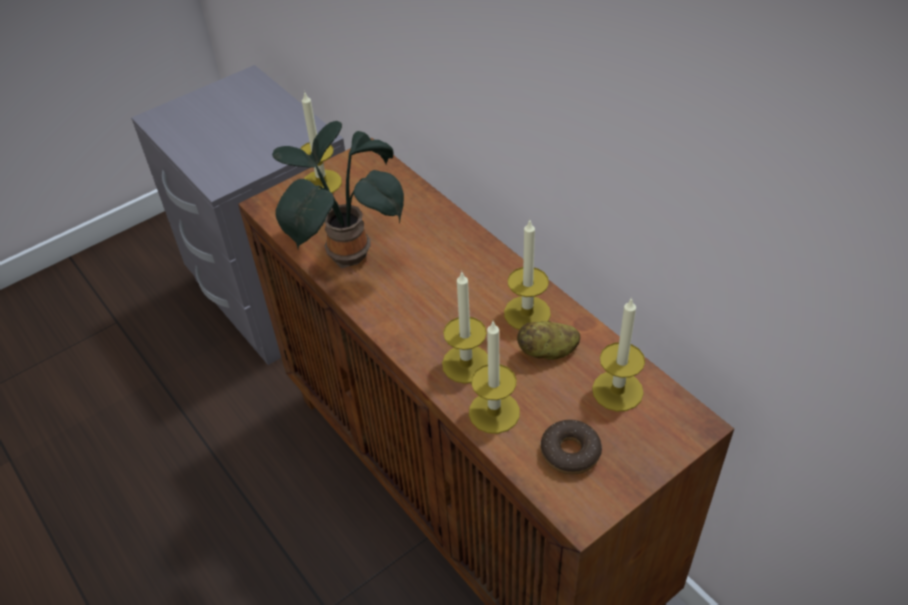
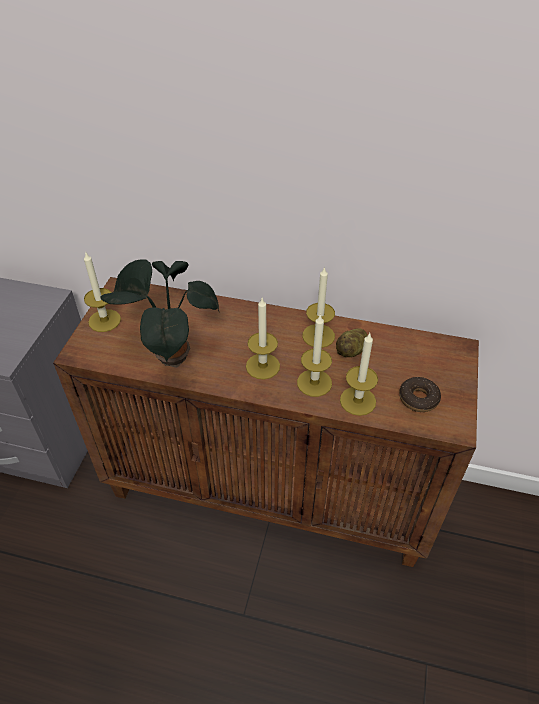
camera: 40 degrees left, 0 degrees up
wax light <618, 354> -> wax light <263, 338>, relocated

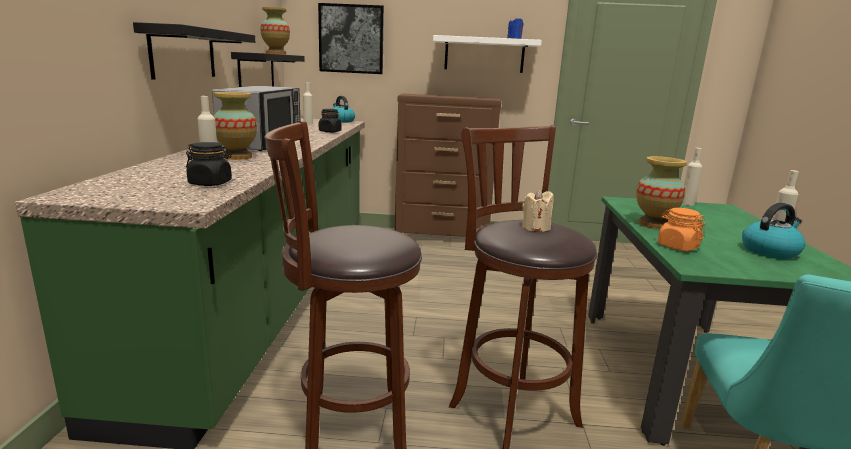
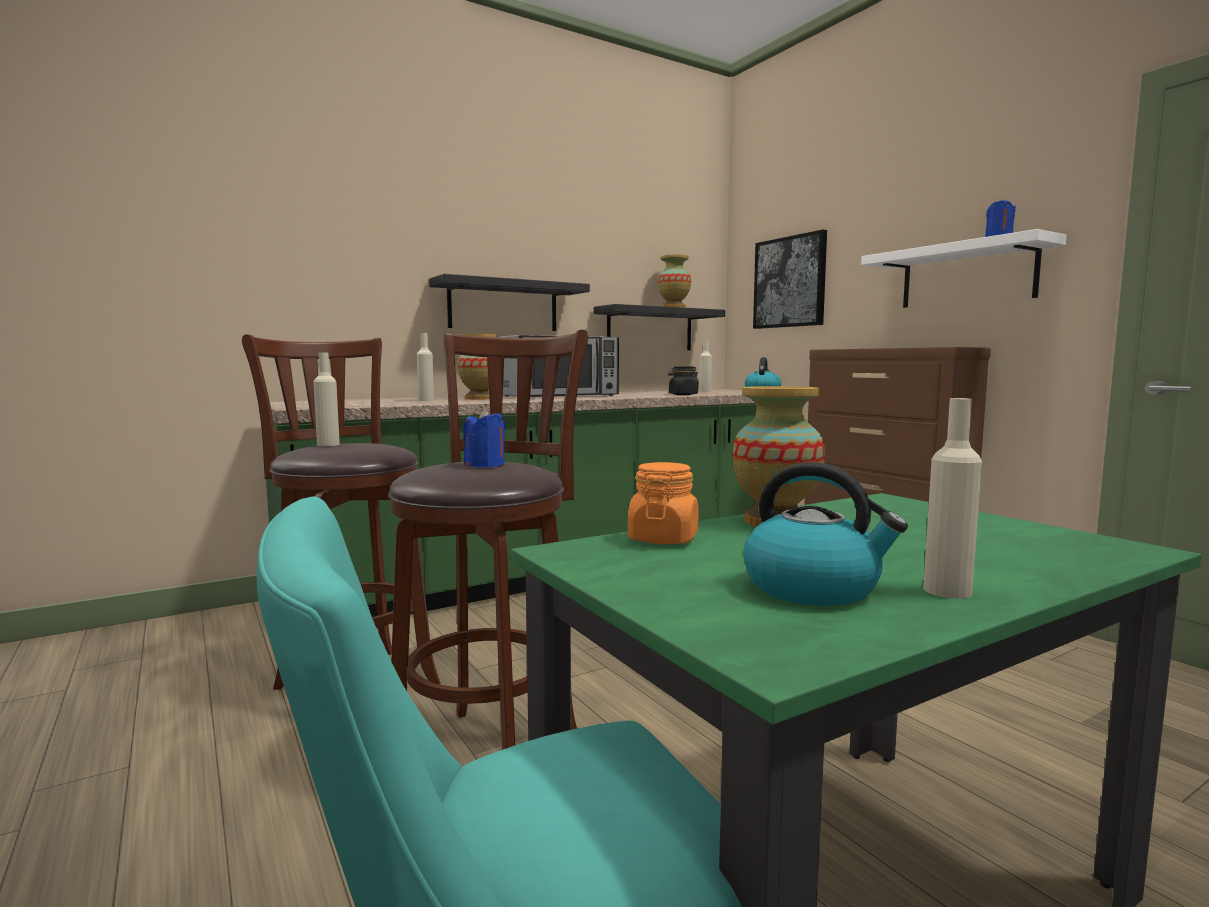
camera: 55 degrees right, 10 degrees down
beige drink bottle <692, 177> -> beige drink bottle <327, 399>, relocated
beige wax light <538, 210> -> blue-coloured wax light <484, 438>
black jar <209, 164> -> none

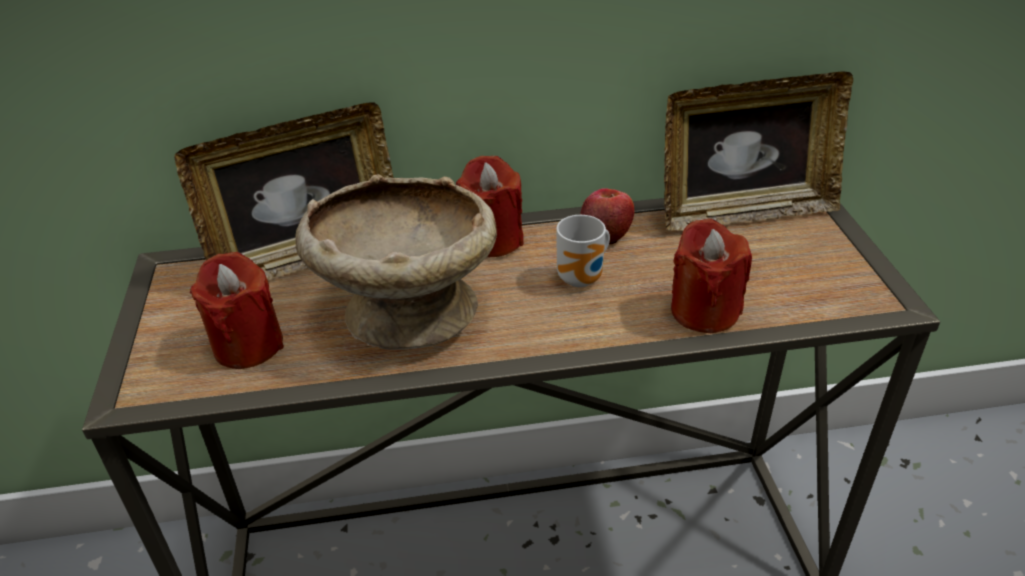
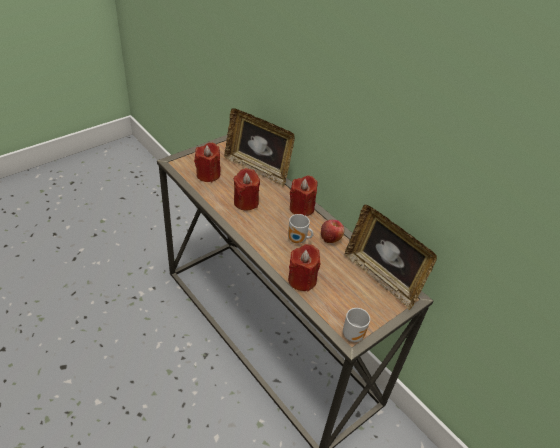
camera: 55 degrees right, 5 degrees up
beige serving bowl <396, 262> -> red-coloured wax light <246, 189>
none -> tea mug <356, 325>

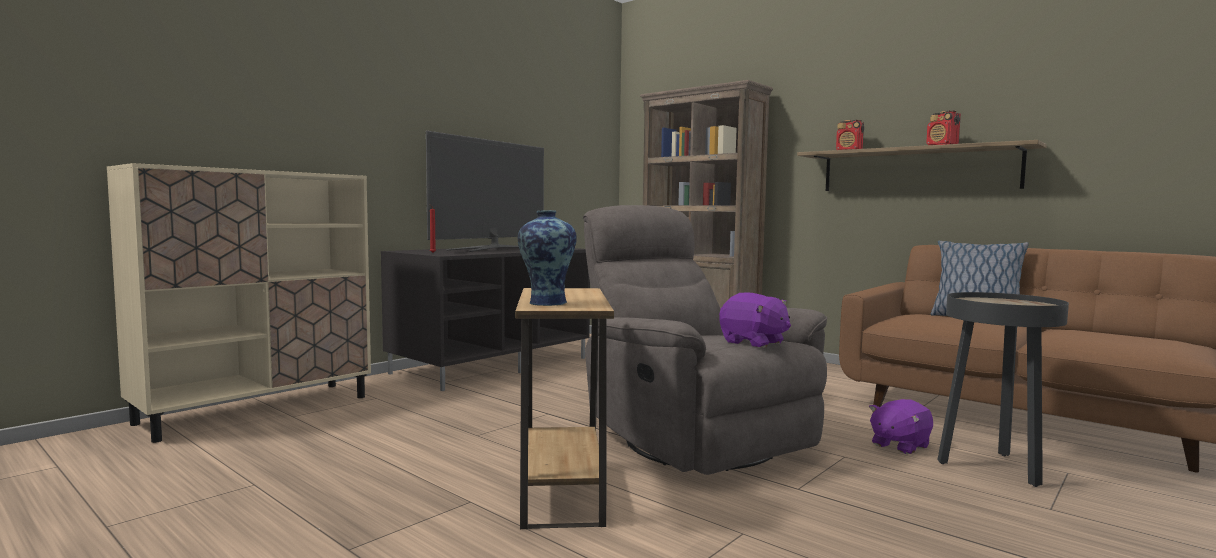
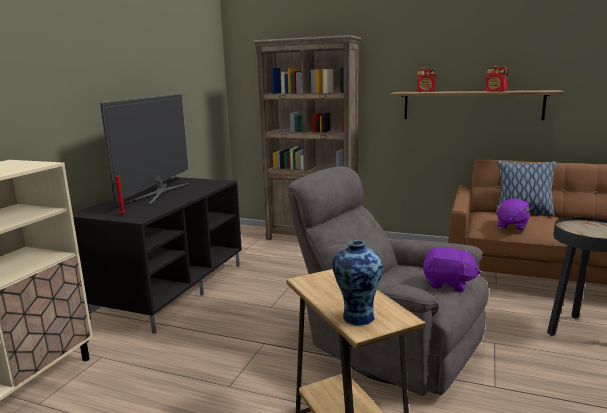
camera: 20 degrees left, 10 degrees up
purplish cuddly toy <901, 426> -> purplish cuddly toy <513, 214>, relocated

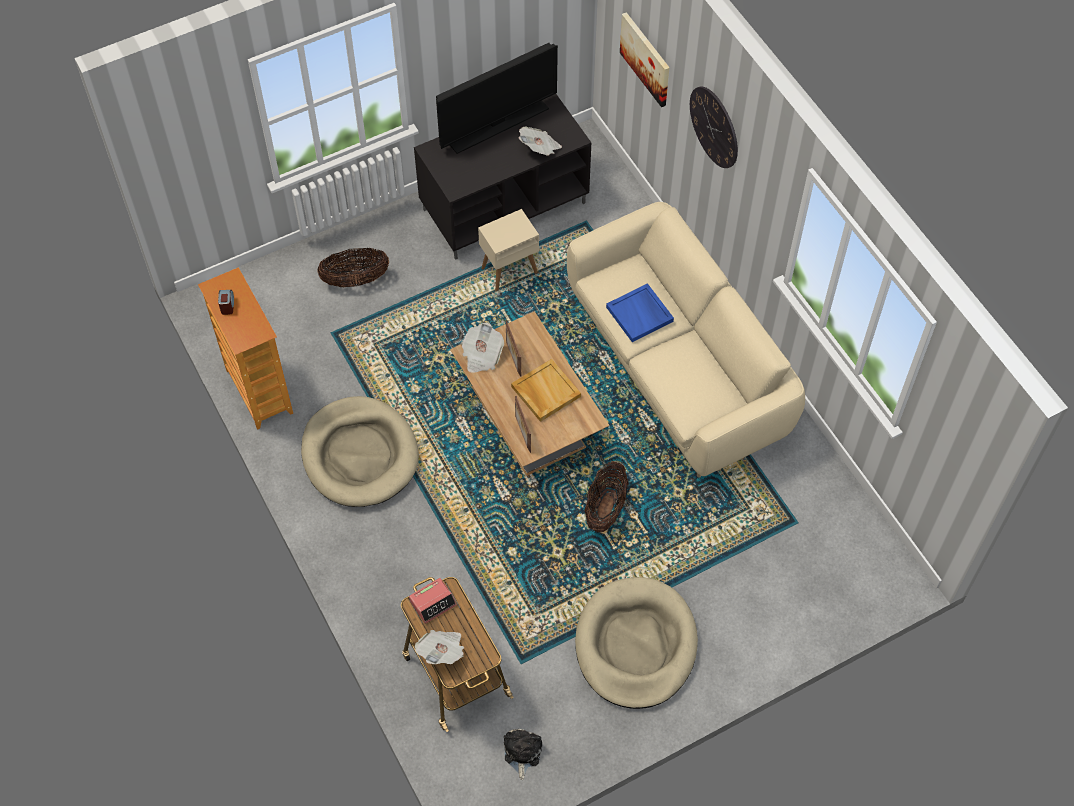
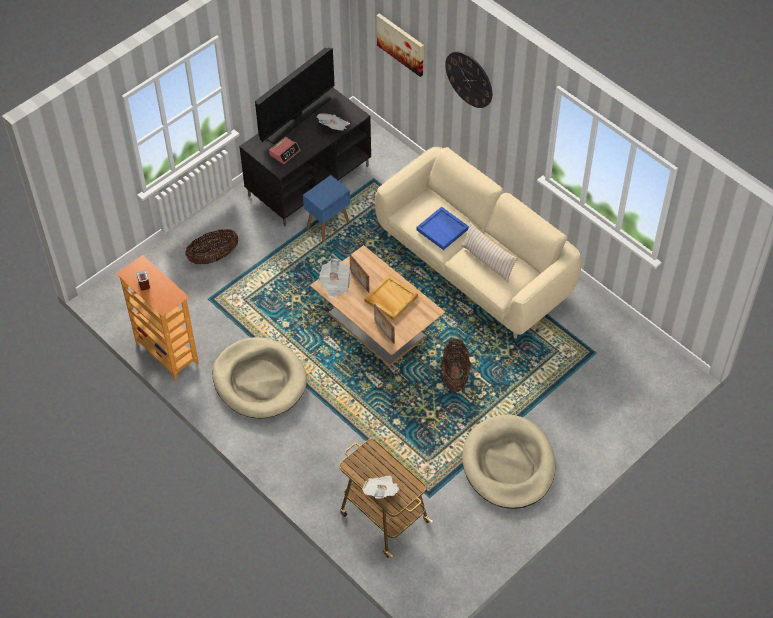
camera: 15 degrees left, 5 degrees down
bedside clock <433, 601> -> bedside clock <285, 150>, relocated
beige side table <508, 250> -> blue-coloured side table <326, 208>
none -> beige pillow <489, 252>
cuddly toy <523, 754> -> none

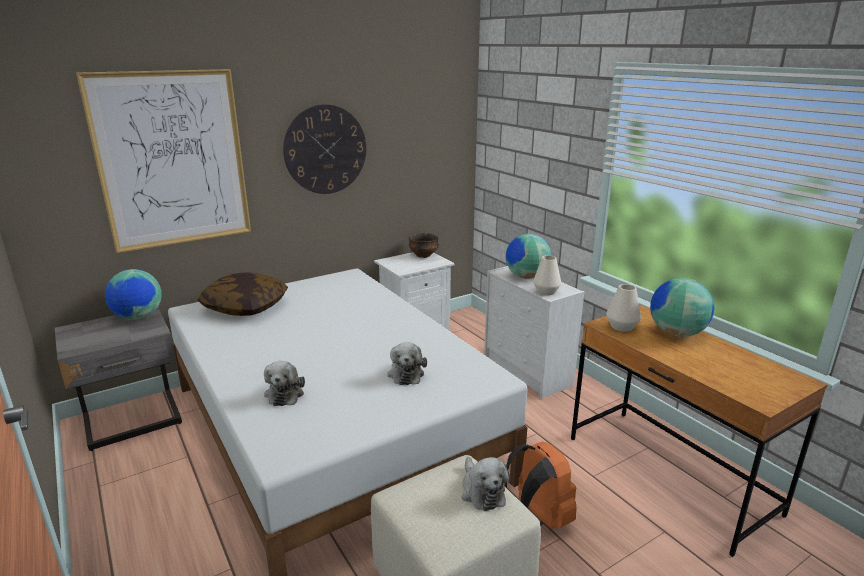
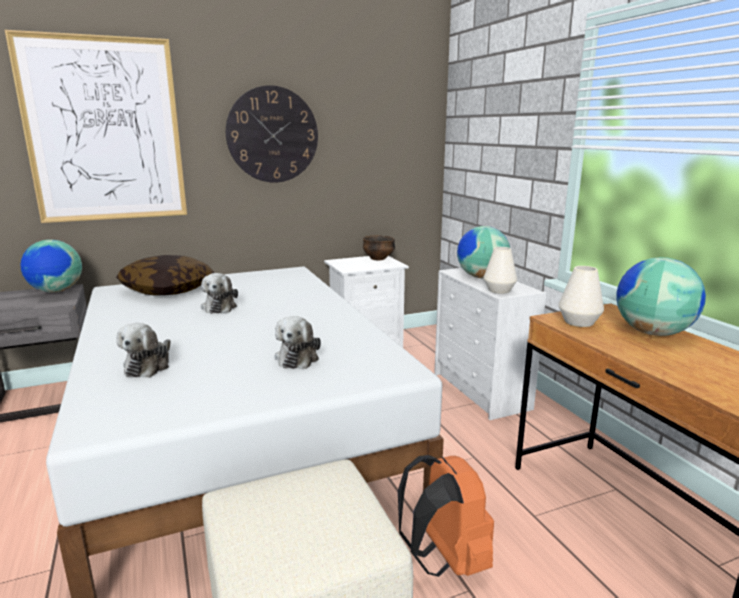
camera: 10 degrees right, 5 degrees down
cuddly toy <486, 484> -> cuddly toy <219, 293>, relocated

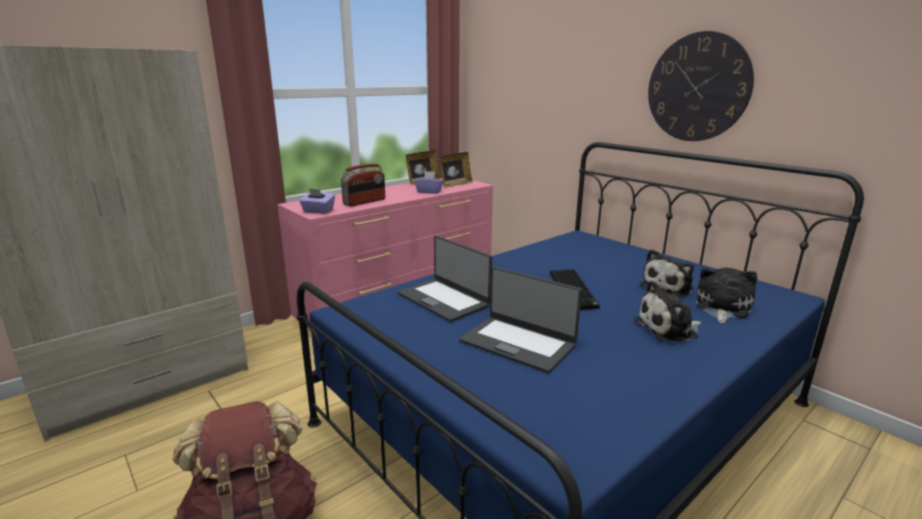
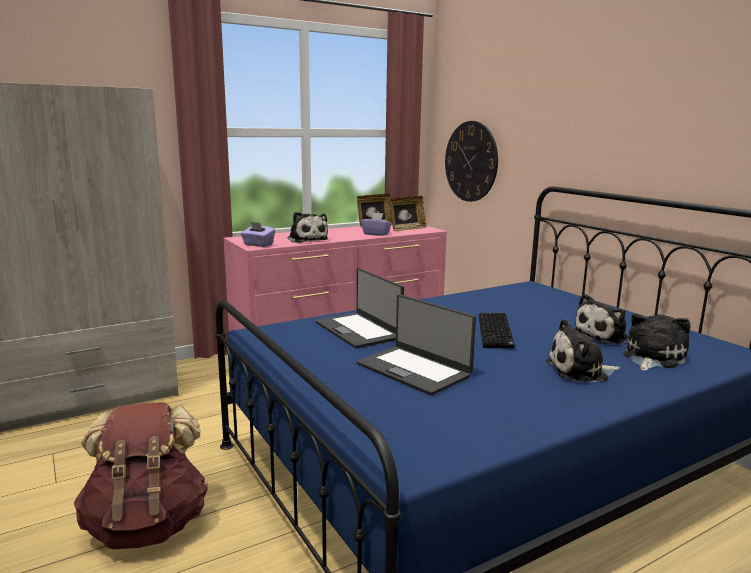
camera: 10 degrees right, 5 degrees down
radio <363, 185> -> cuddly toy <308, 227>
hanging clock <701, 86> -> hanging clock <471, 161>, relocated

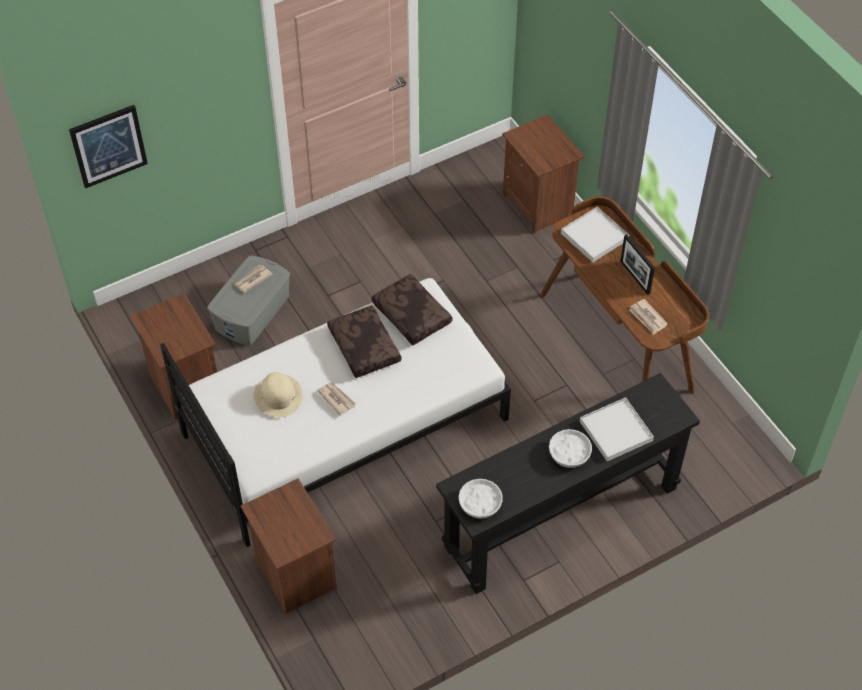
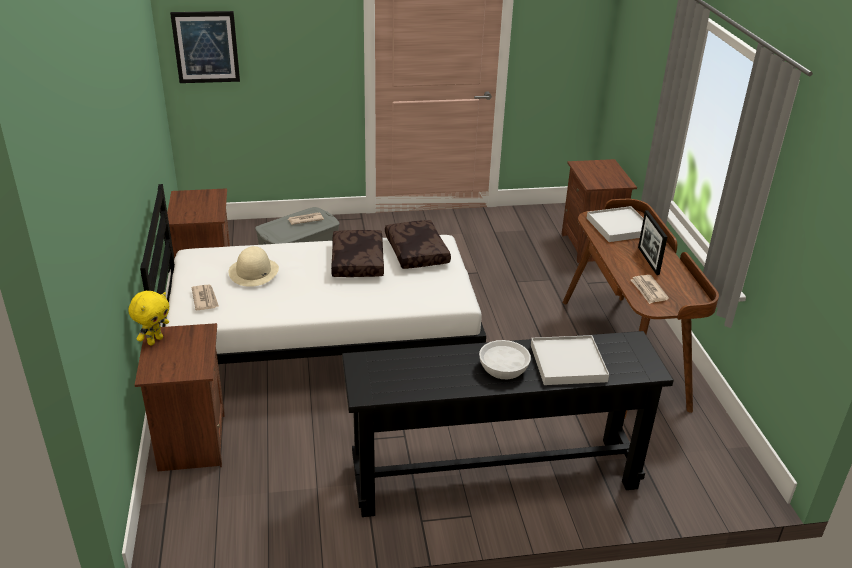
camera: 20 degrees right, 20 degrees down
none -> yellowish cuddly toy <149, 318>
printed paper <336, 399> -> printed paper <205, 298>, relocated
white-coloured serving bowl <481, 499> -> none

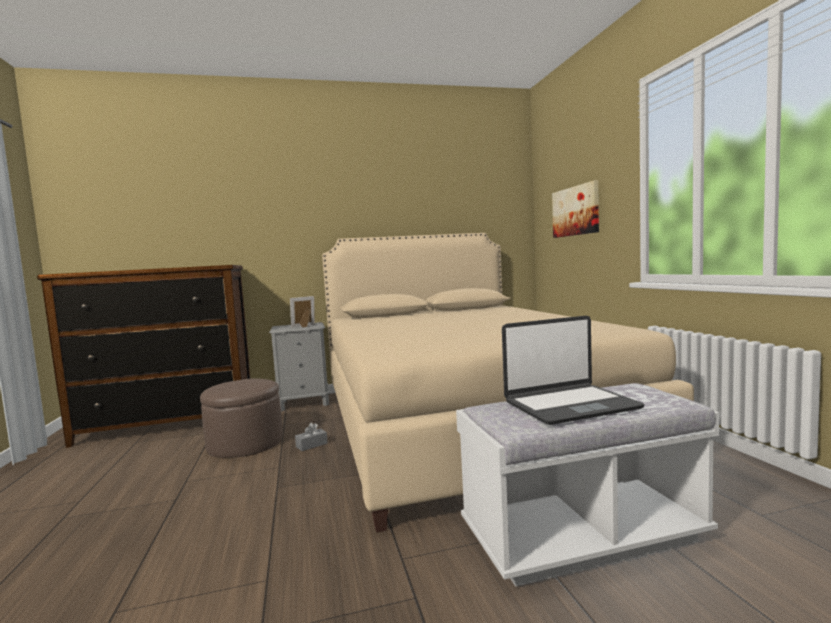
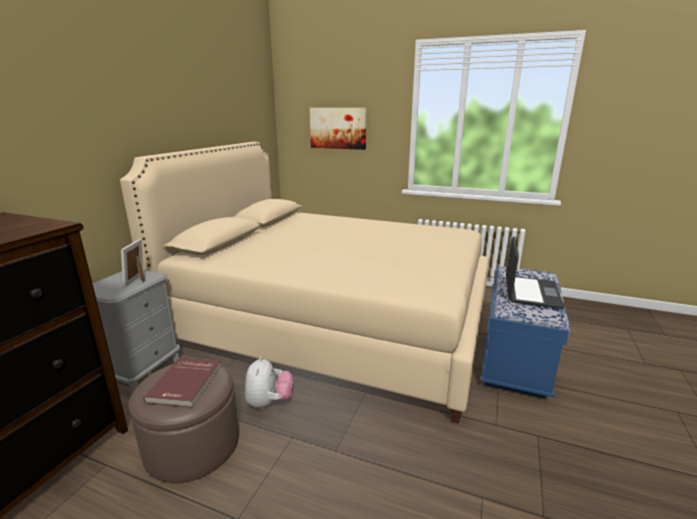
camera: 55 degrees left, 15 degrees up
none -> red-coloured volume <182, 382>
greyish tissue box <311, 437> -> cuddly toy <269, 383>
white-coloured indoor bench <587, 484> -> blue-coloured indoor bench <525, 332>

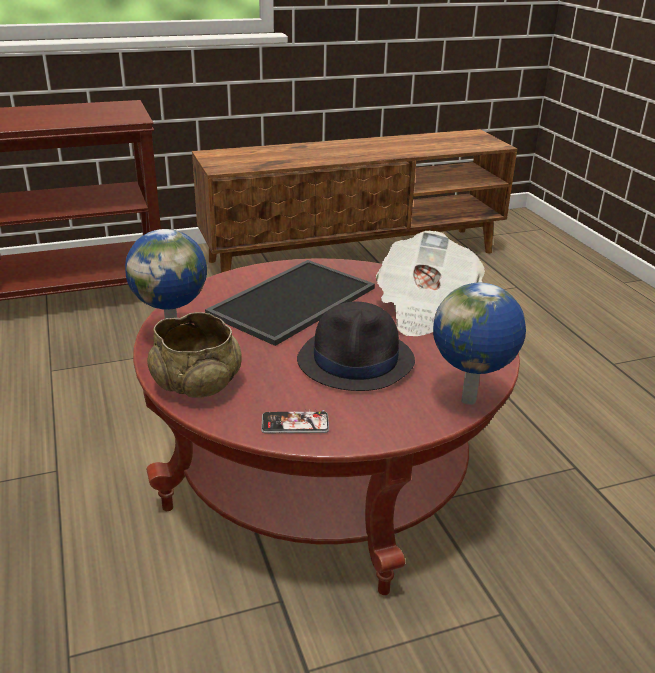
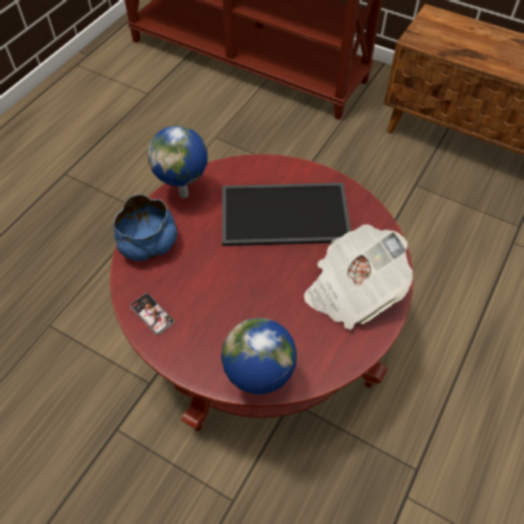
camera: 50 degrees right, 25 degrees up
beige serving bowl <194, 355> -> blue-coloured serving bowl <145, 227>
black wearable hat <356, 346> -> none

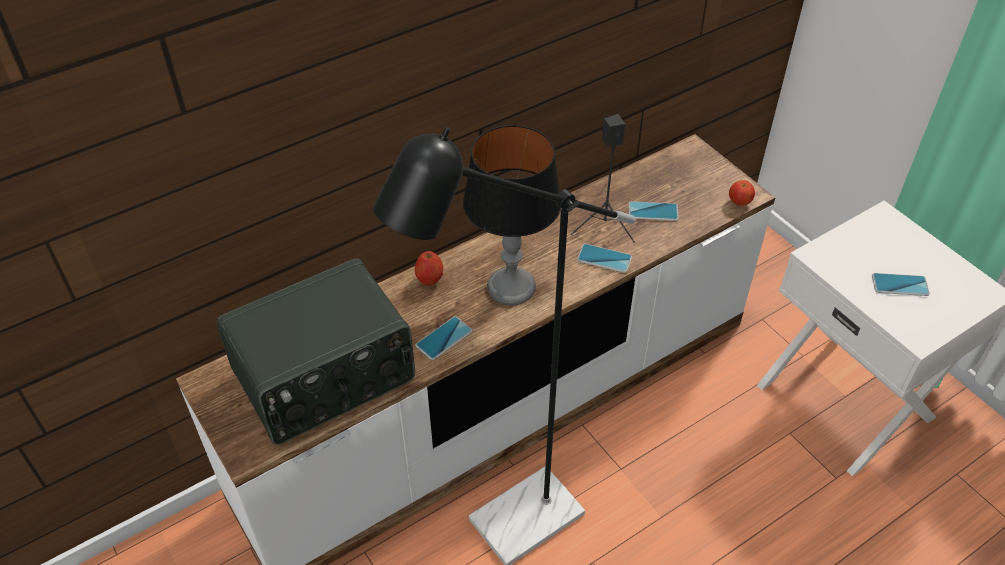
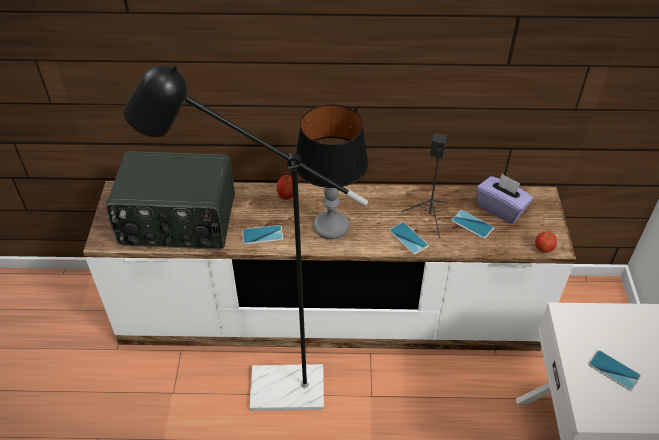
camera: 35 degrees right, 0 degrees up
none -> purplish tissue box <505, 198>

